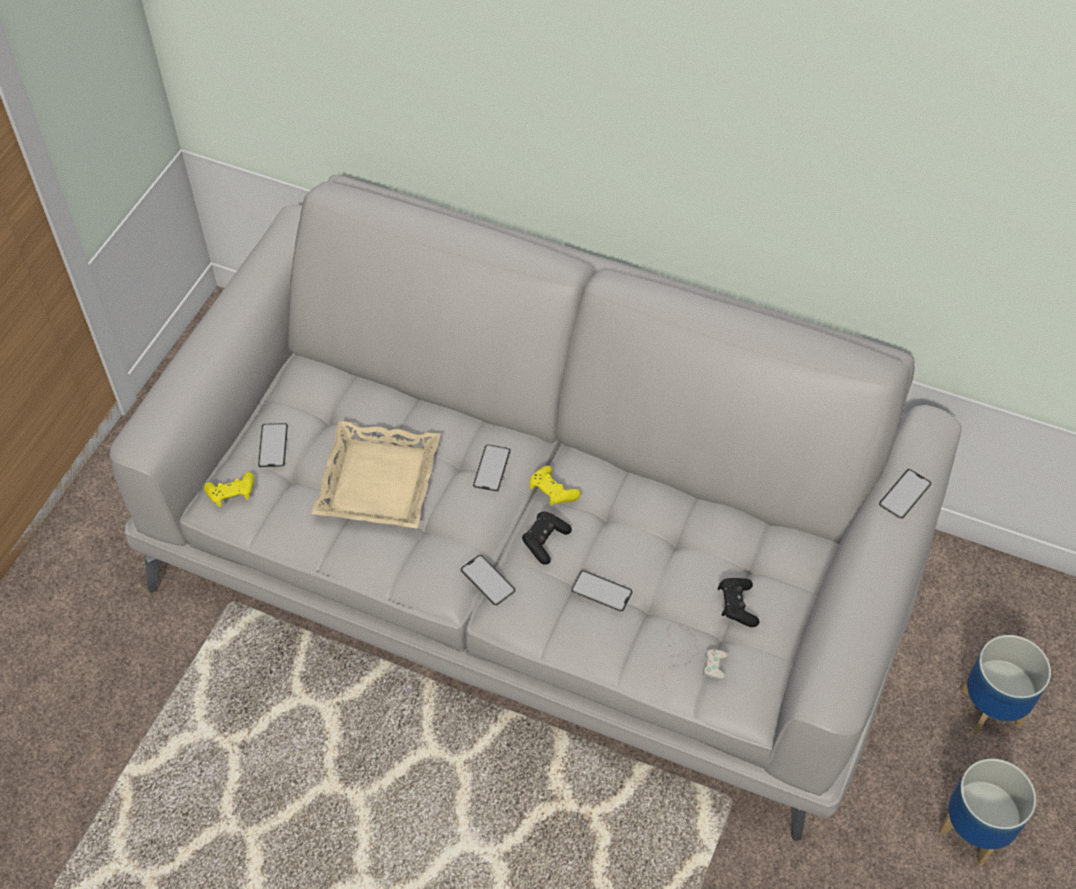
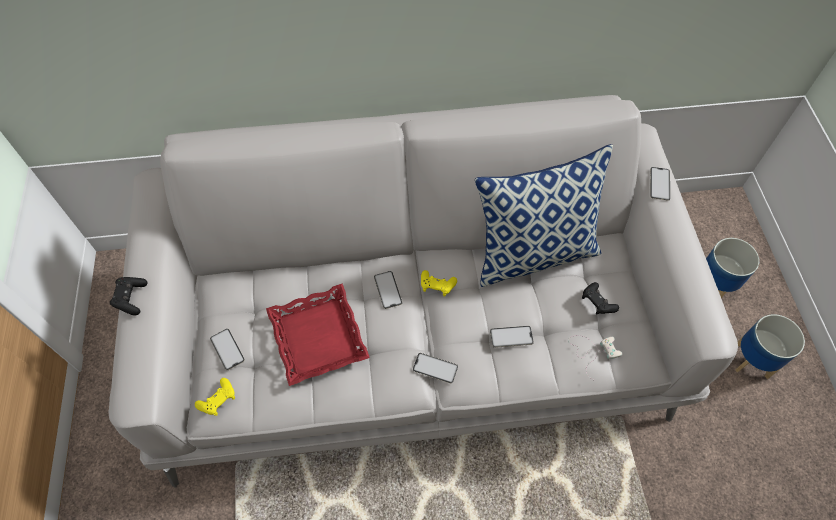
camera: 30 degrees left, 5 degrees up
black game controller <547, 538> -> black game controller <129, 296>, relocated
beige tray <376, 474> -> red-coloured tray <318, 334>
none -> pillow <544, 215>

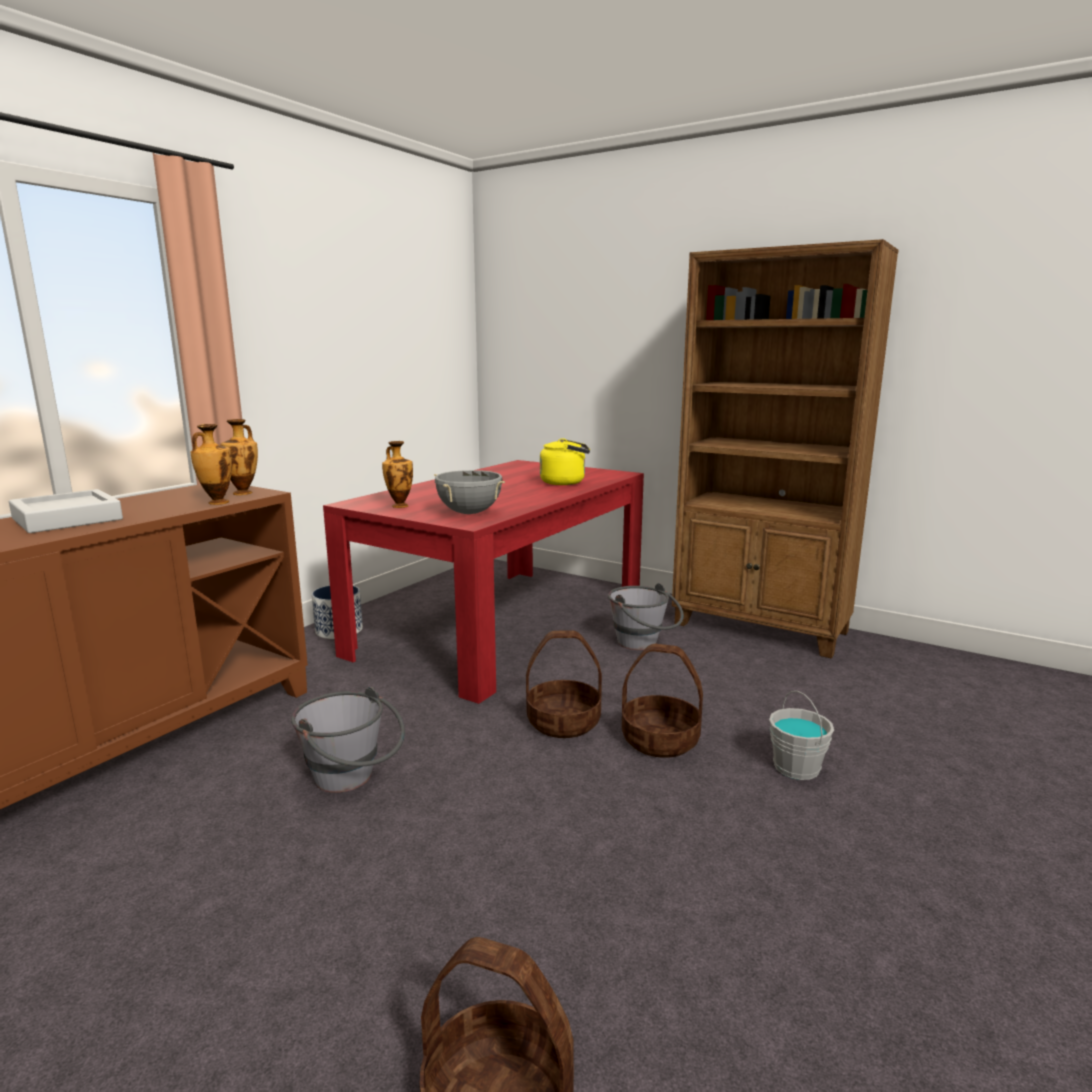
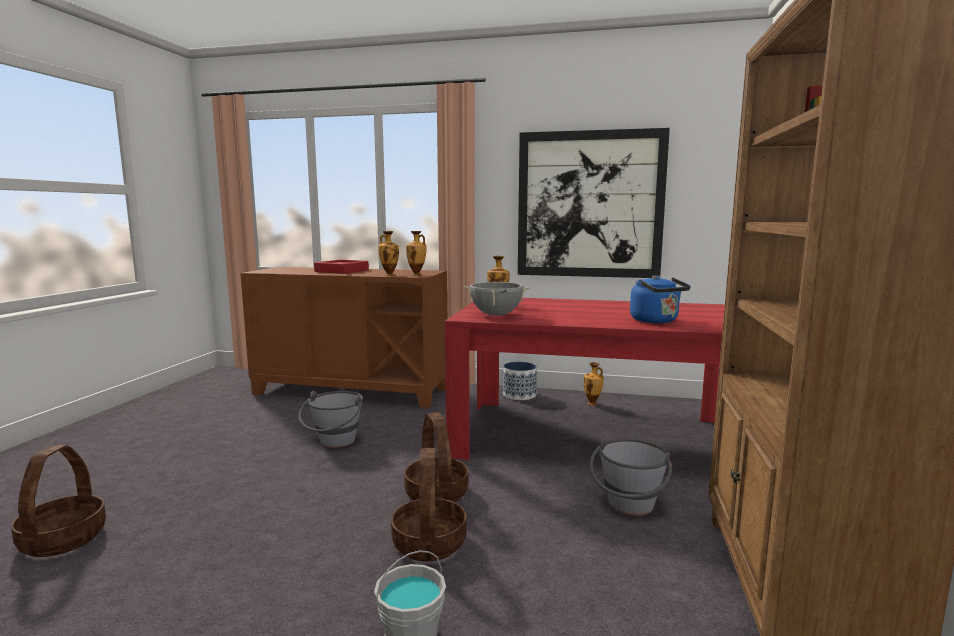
camera: 70 degrees right, 5 degrees down
greyish tray <66, 511> -> red-coloured tray <341, 267>
none -> picture <594, 203>
none -> decorative vase <594, 384>
yellowish water kettle <565, 461> -> blue-coloured water kettle <660, 299>

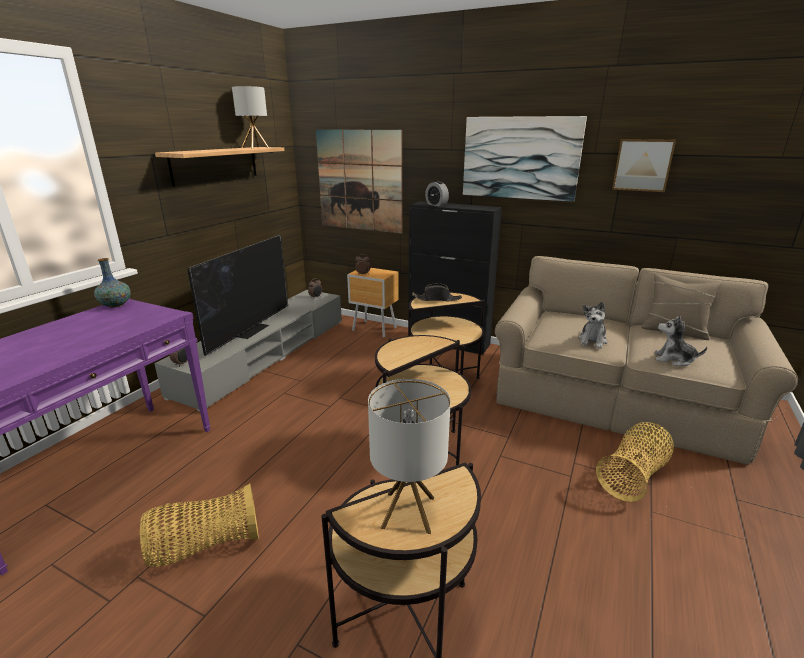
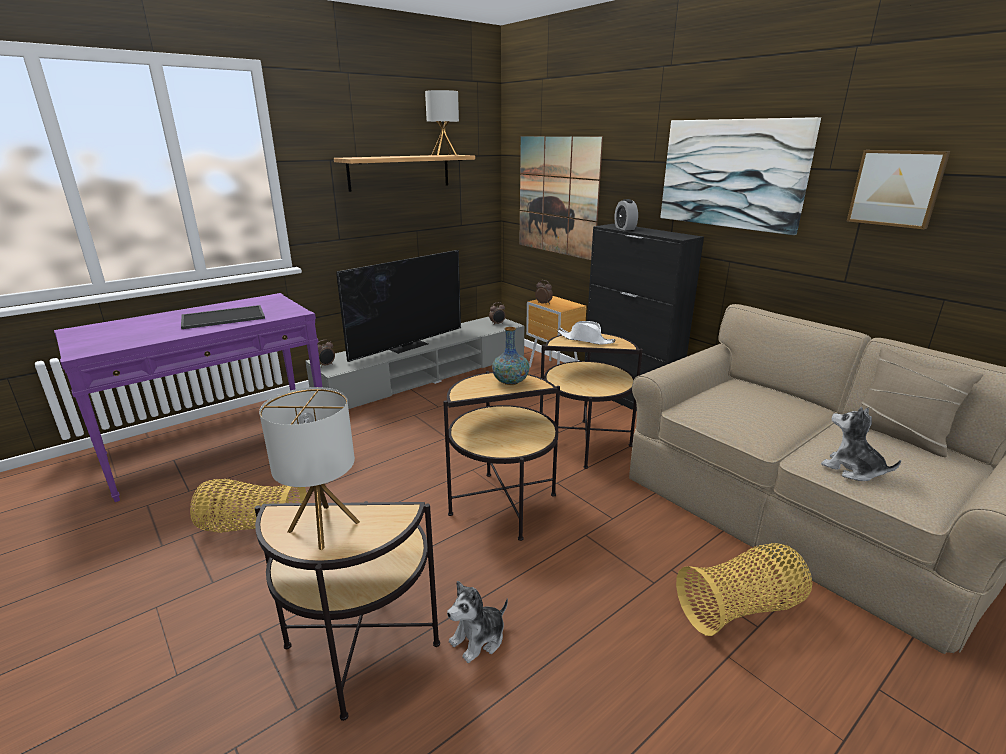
camera: 25 degrees right, 0 degrees up
none -> tray <223, 317>
cuddly toy <592, 325> -> cuddly toy <477, 622>, relocated
decorative vase <112, 282> -> decorative vase <511, 356>, relocated
black wearable hat <437, 292> -> white-coloured wearable hat <586, 332>

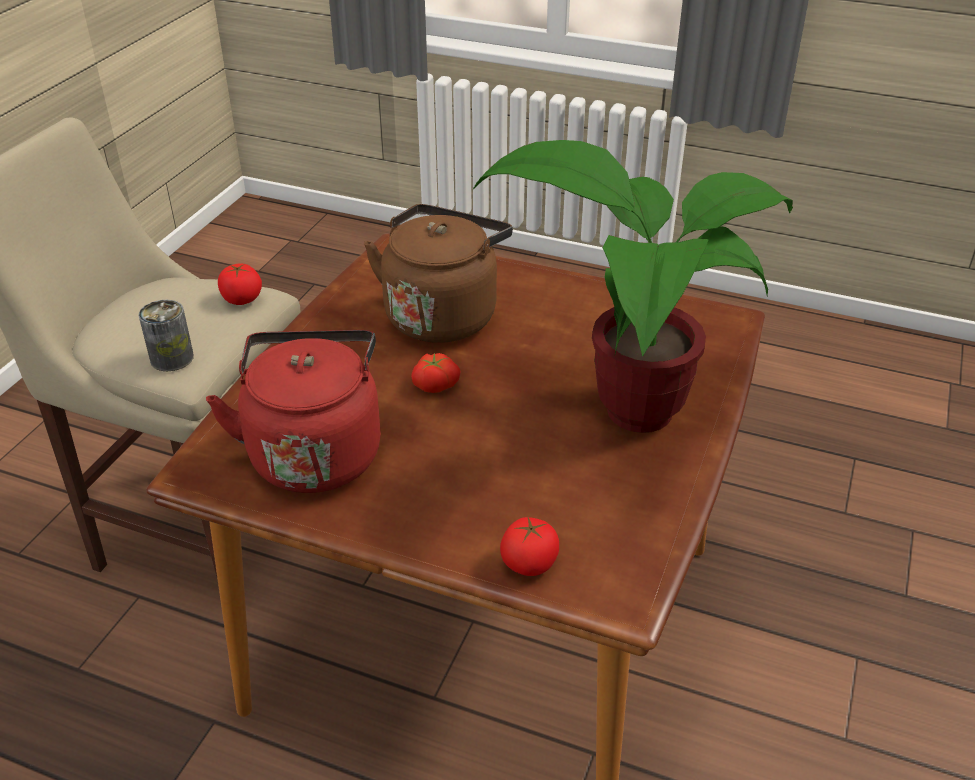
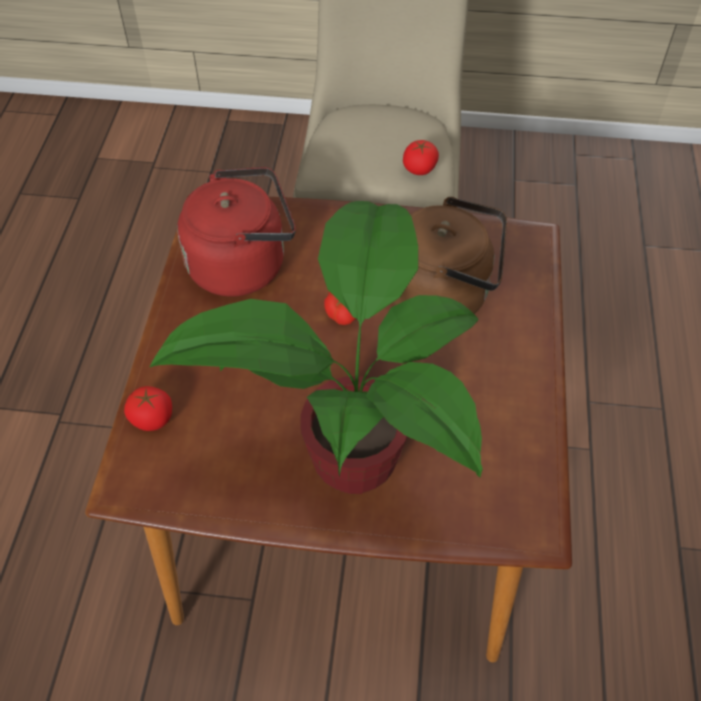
camera: 75 degrees right, 15 degrees up
sealed can <166, 335> -> none

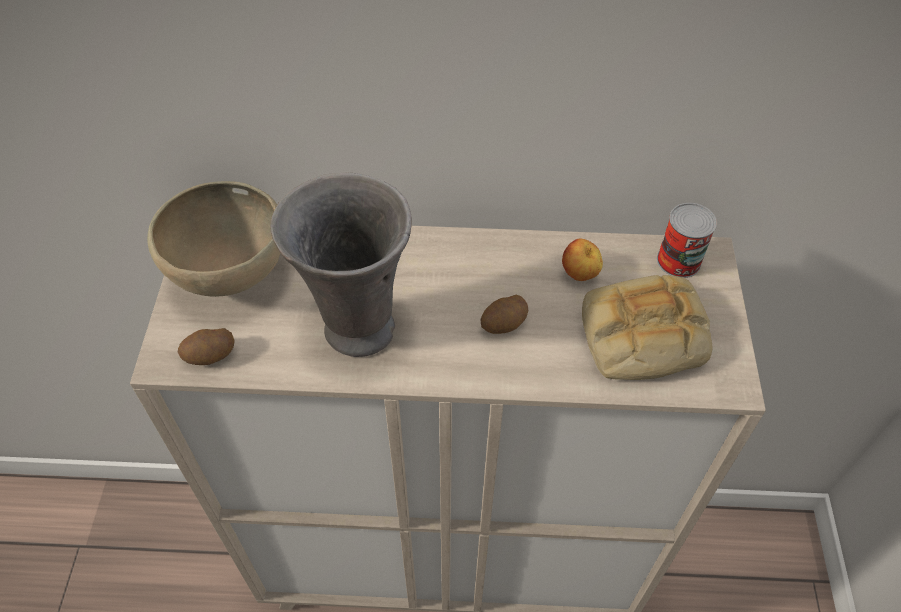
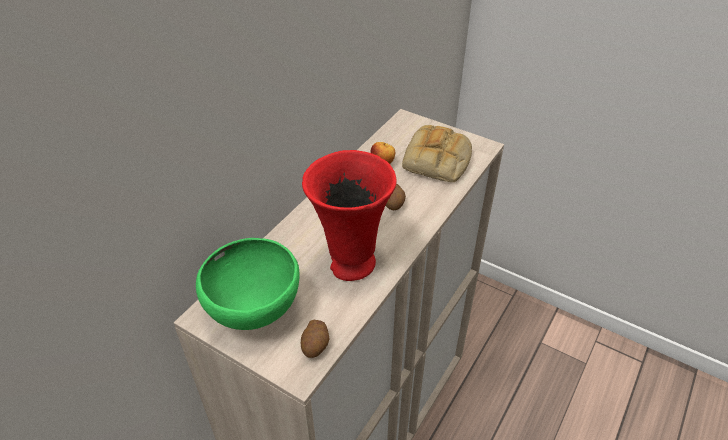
camera: 60 degrees left, 10 degrees down
brownish serving bowl <213, 239> -> greenish serving bowl <248, 284>
greyish decorative vase <341, 265> -> red-coloured decorative vase <349, 215>
sealed can <687, 240> -> none

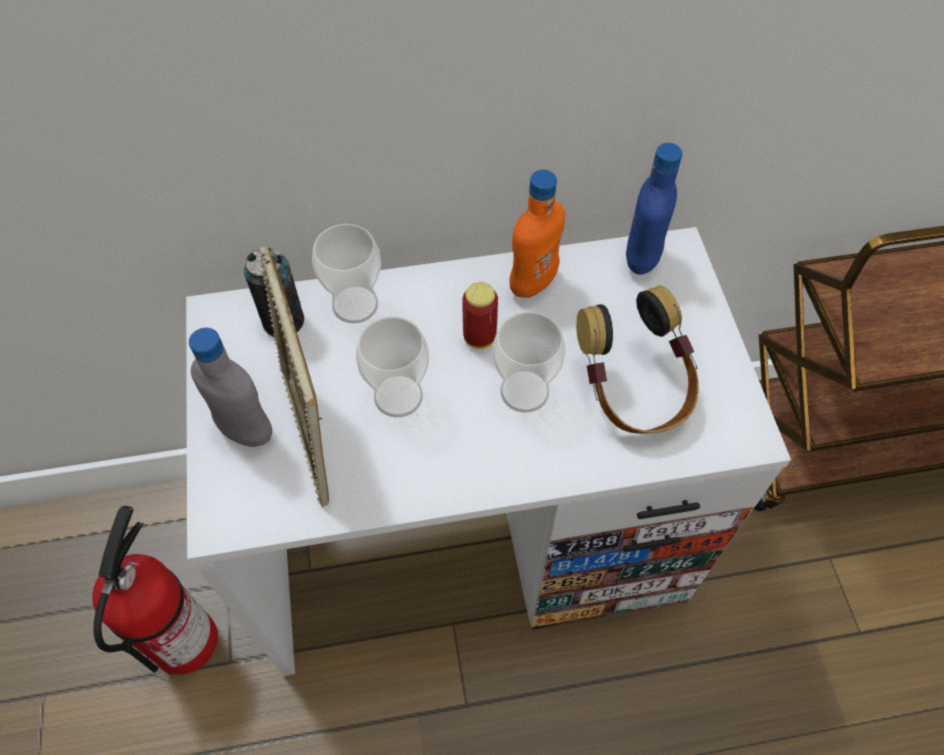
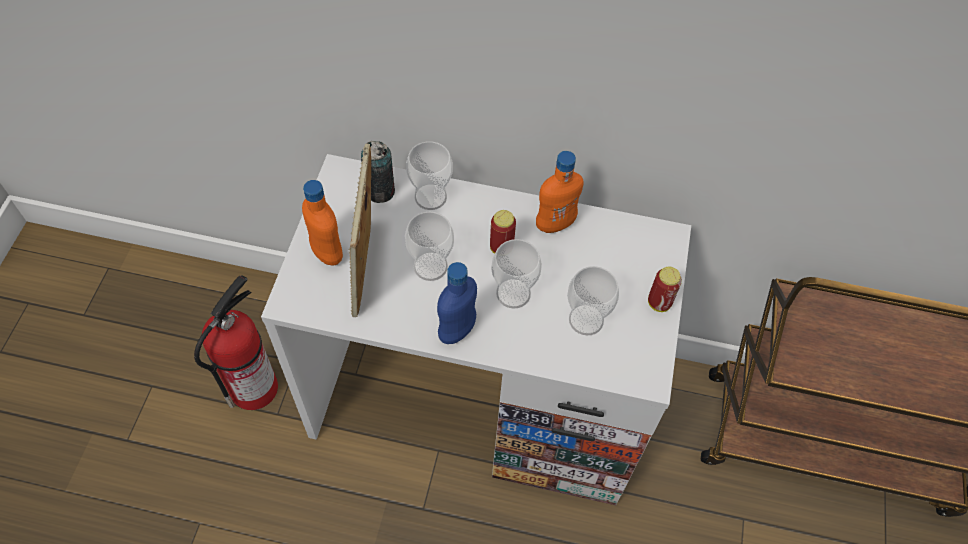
camera: 20 degrees right, 0 degrees up
greyish drink bottle <230, 387> -> orange drink bottle <322, 223>
blue-coloured drink bottle <654, 209> -> blue-coloured drink bottle <457, 303>, relocated
pair of headphones <637, 359> -> small cup <593, 301>
none -> sealed can <665, 289>

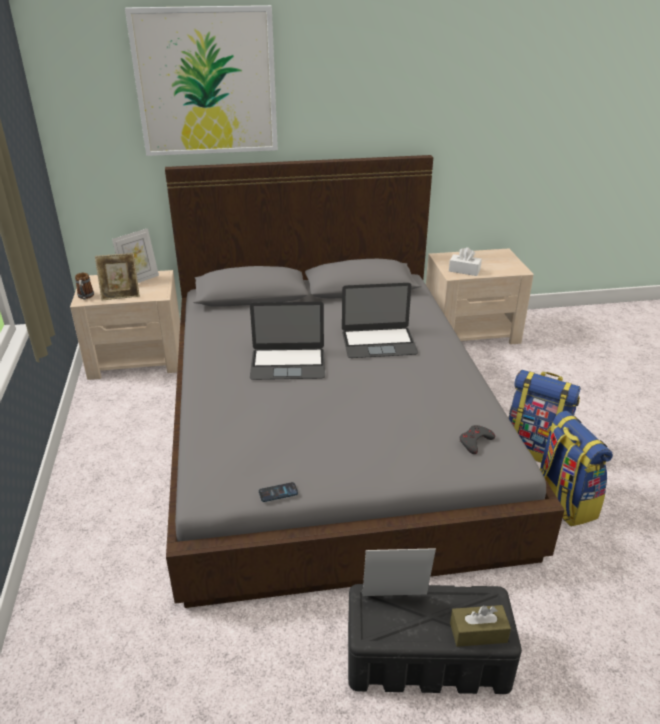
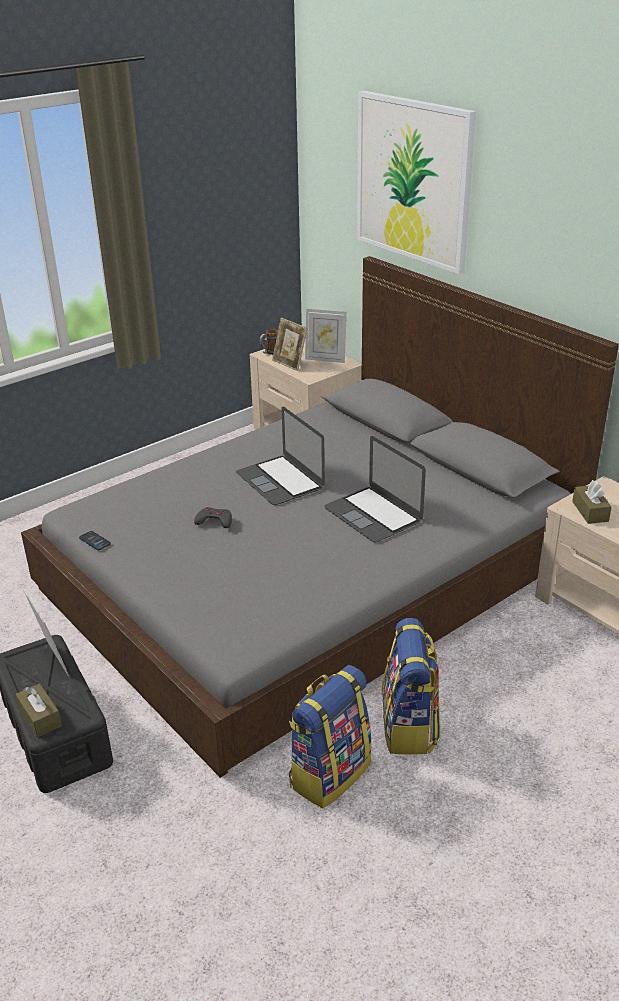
camera: 60 degrees right, 0 degrees up
greyish game controller <477, 439> -> greyish game controller <213, 517>, relocated
white-coloured tissue box <465, 261> -> brownish tissue box <592, 502>

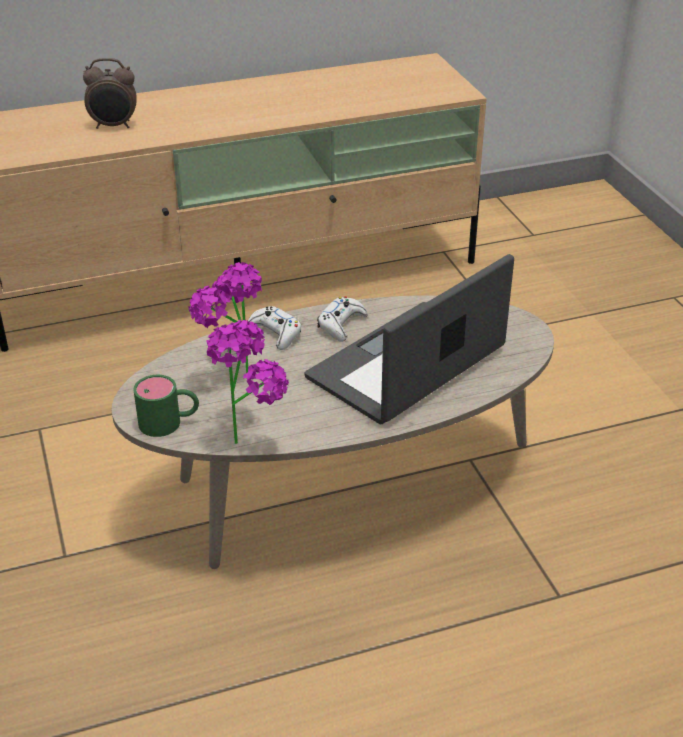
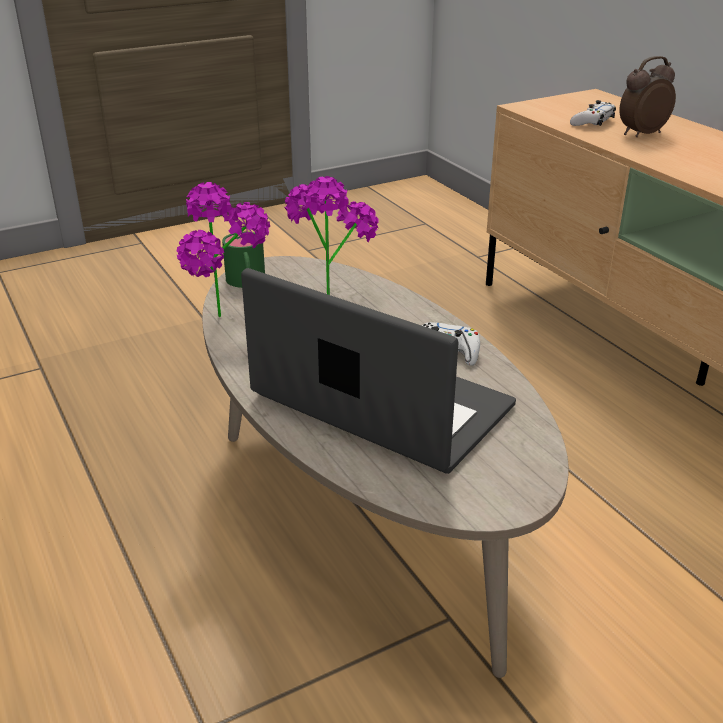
camera: 80 degrees right, 5 degrees down
white-coloured game controller <274, 328> -> white-coloured game controller <593, 113>, relocated
bedside clock <110, 93> -> bedside clock <647, 96>, 75 degrees clockwise

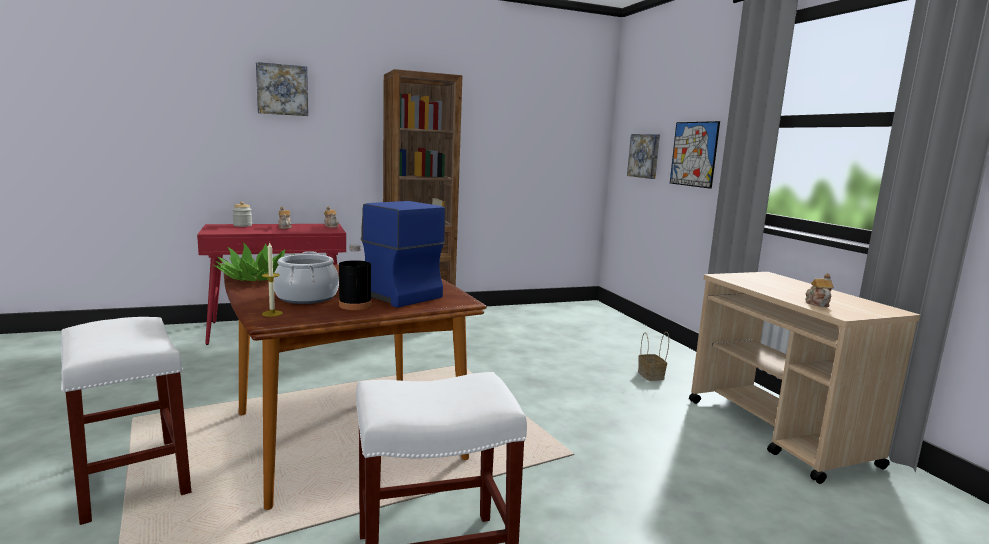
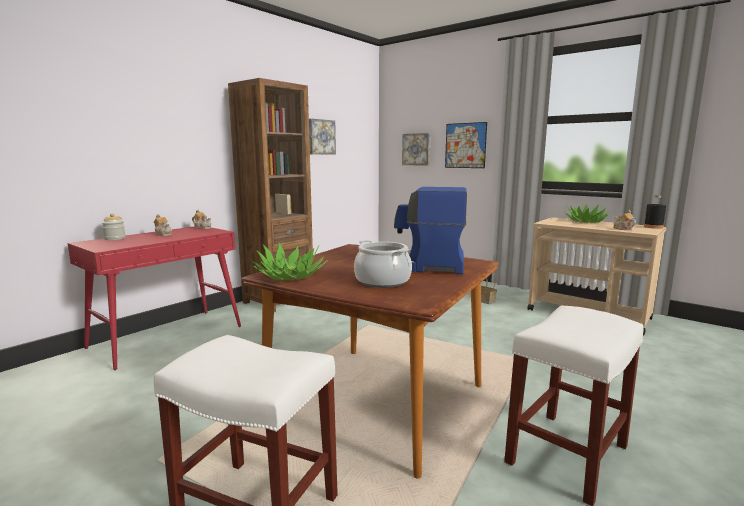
camera: 30 degrees left, 0 degrees up
picture <282, 89> -> picture <322, 137>, relocated
none -> potted plant <587, 213>
black drink bottle <355, 277> -> black drink bottle <655, 212>, relocated
wax light <272, 280> -> none

